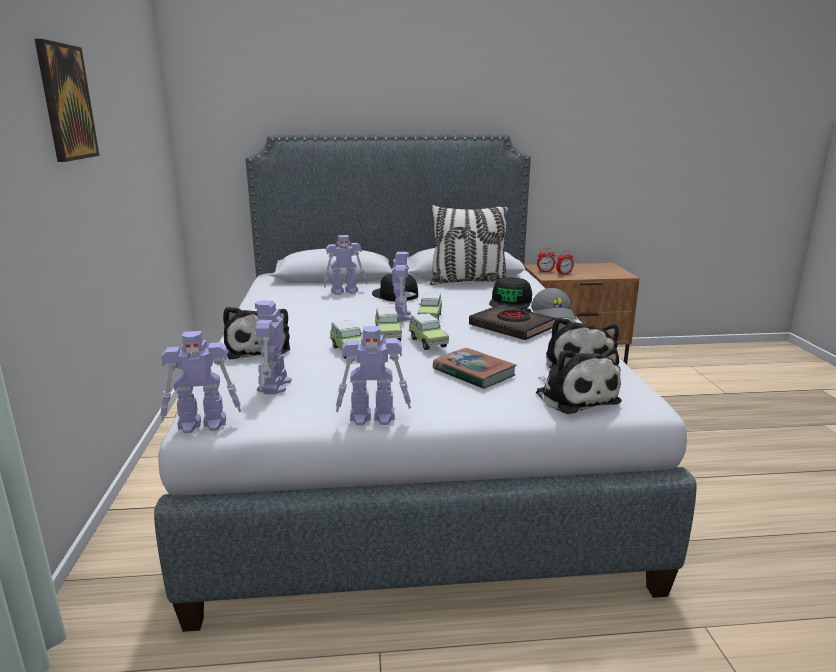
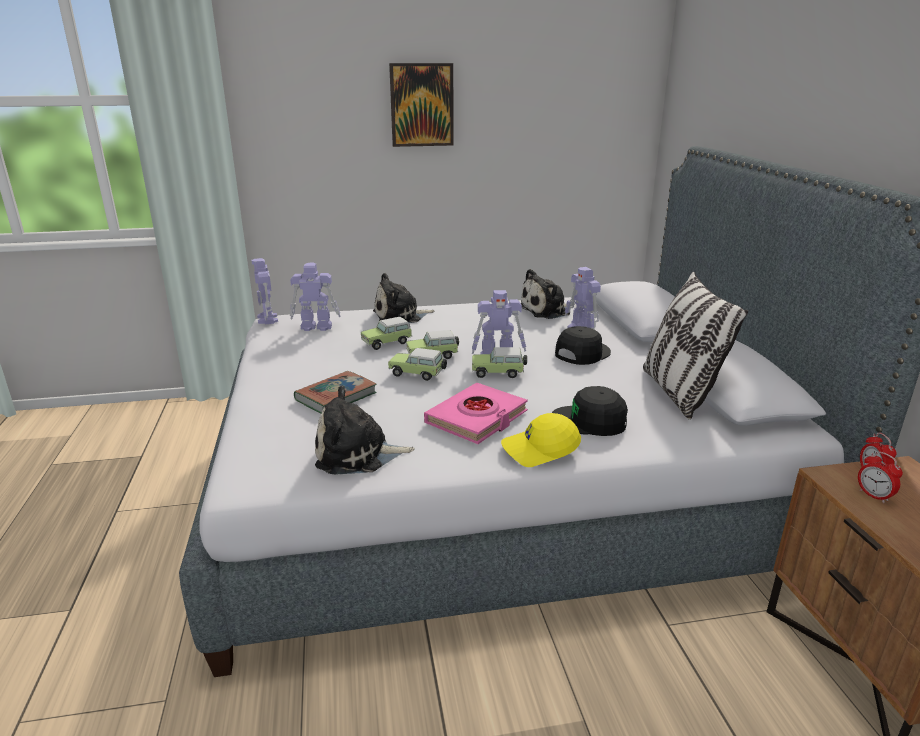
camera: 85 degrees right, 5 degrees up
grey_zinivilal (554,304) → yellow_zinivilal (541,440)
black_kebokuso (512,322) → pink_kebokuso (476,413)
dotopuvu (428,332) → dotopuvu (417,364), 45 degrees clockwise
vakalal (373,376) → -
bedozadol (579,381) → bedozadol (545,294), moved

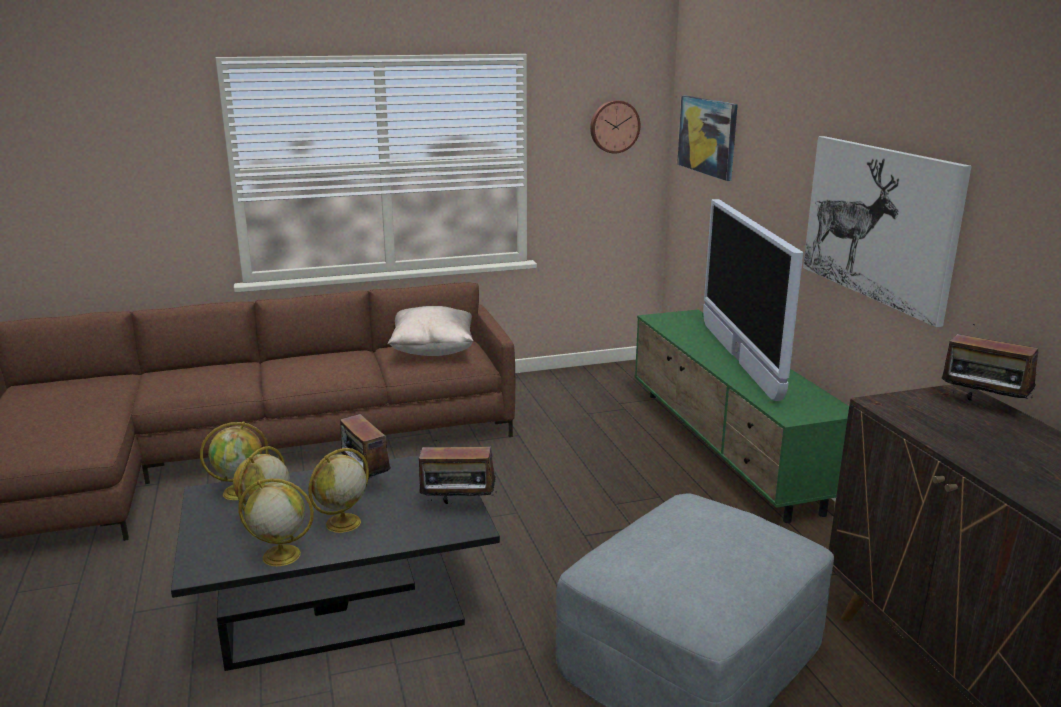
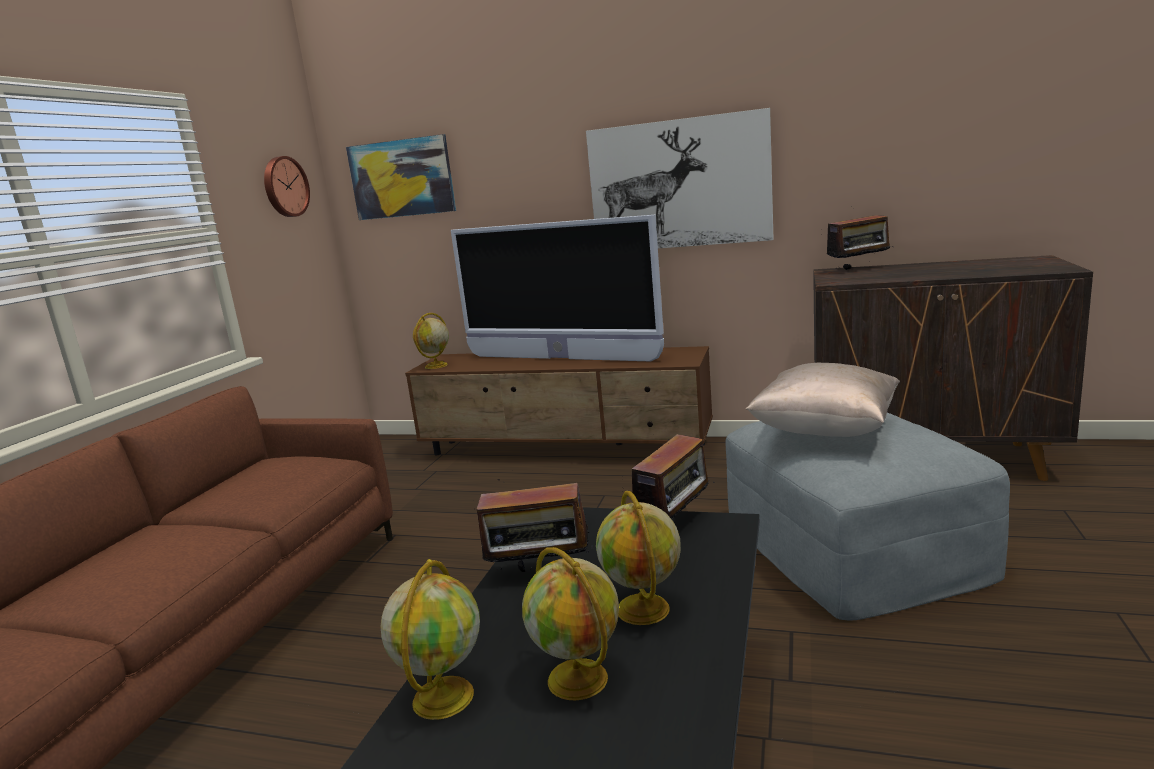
camera: 55 degrees left, 5 degrees down
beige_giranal (430,331) → beige_giranal (823,400), moved
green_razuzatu (742,416) → brown_razuzatu (559,400)
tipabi (276,522) → tipabi (431,341), moved

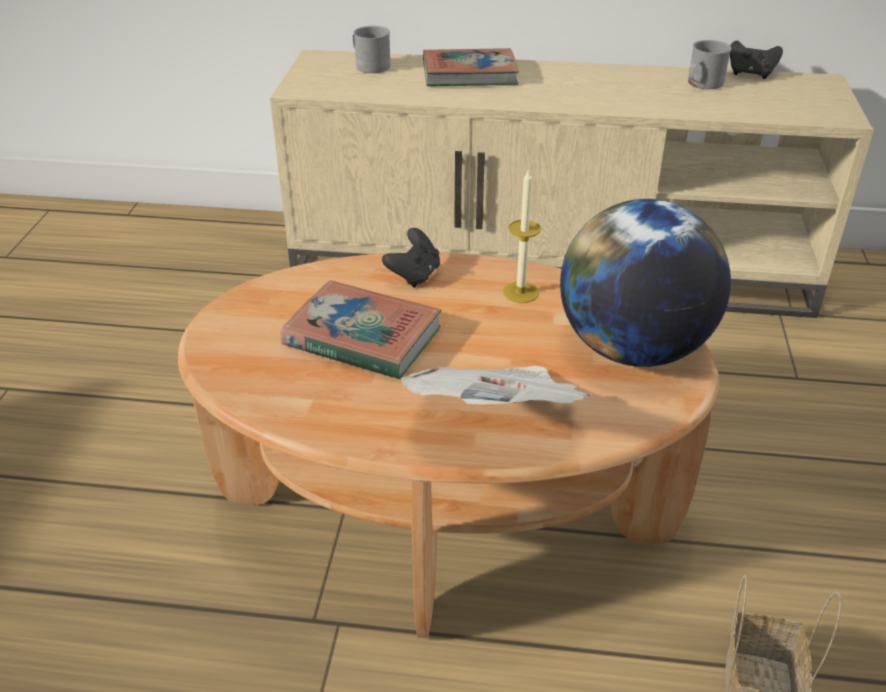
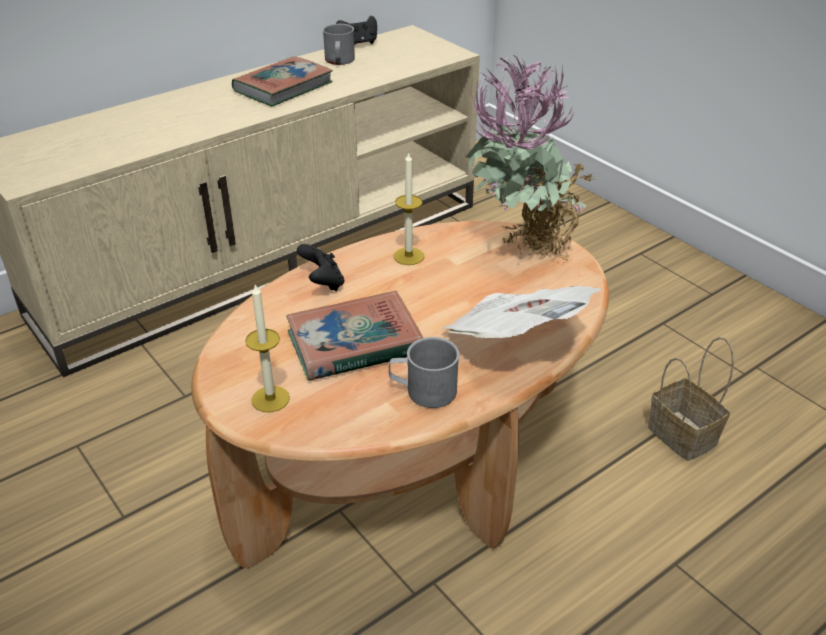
camera: 45 degrees left, 0 degrees up
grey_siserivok (371,49) → grey_siserivok (424,372), moved
kebokuso (471,67) → kebokuso (282,81), moved
tipabi (645,283) → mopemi (530,159)
- → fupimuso (267,348)

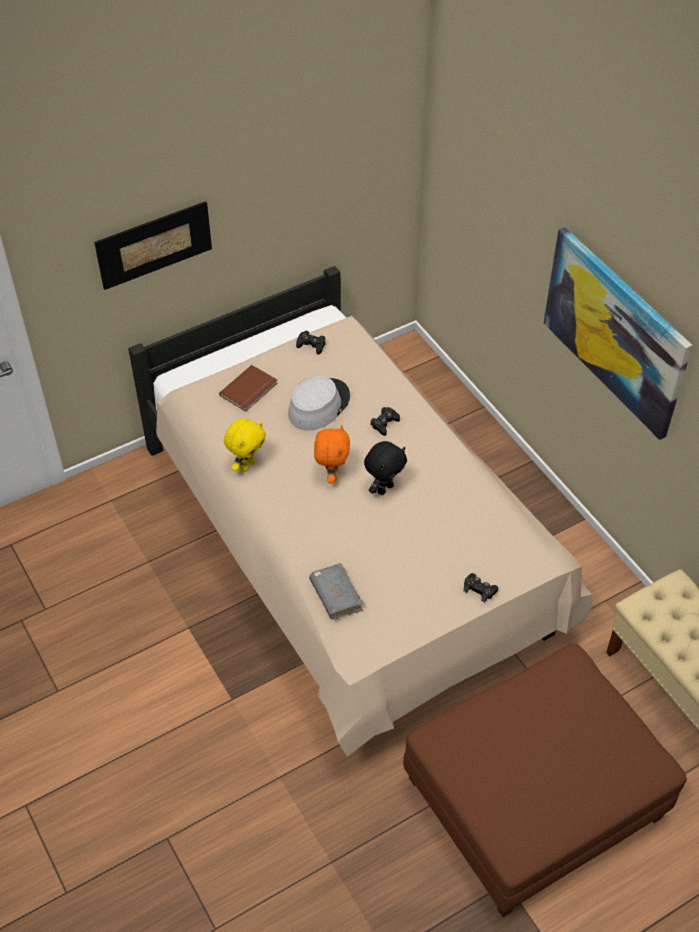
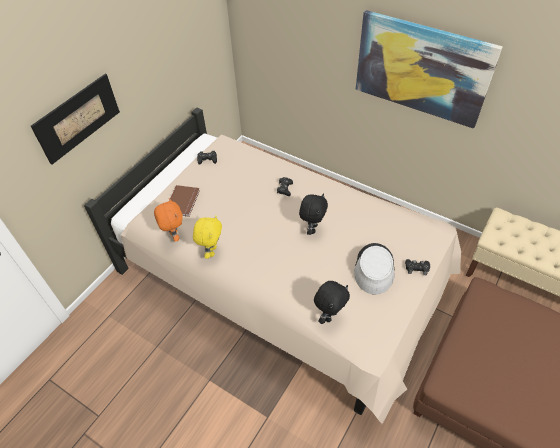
camera: 25 degrees left, 0 degrees up
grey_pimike (319,403) → grey_pimike (374,269), moved
orange_bedozadol (332,454) → orange_bedozadol (168,220), moved
grey_kebokuso (336,591) → black_bedozadol (332,302)

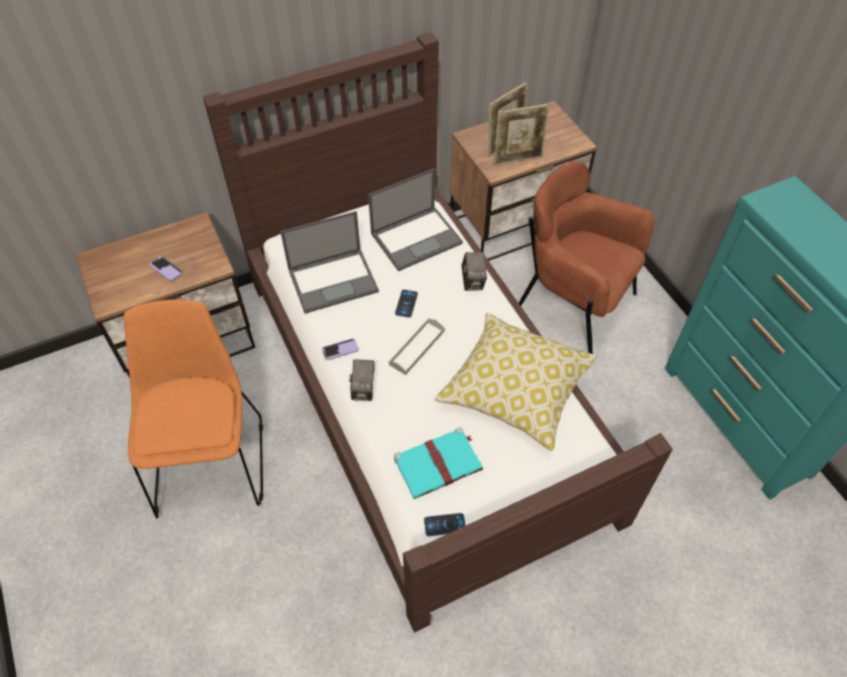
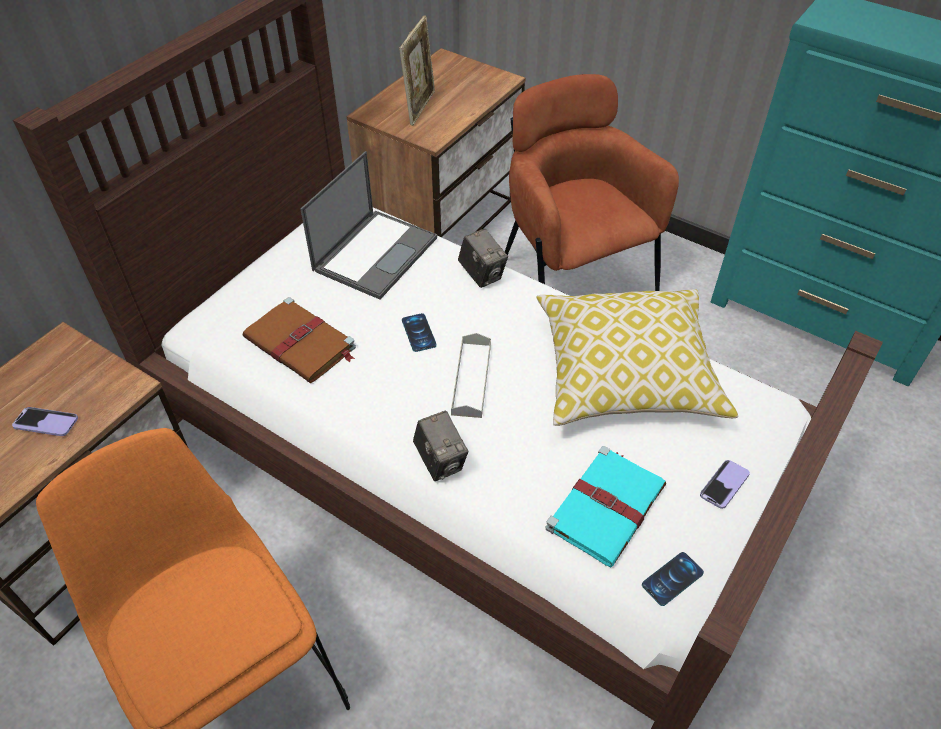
camera: 30 degrees left, 5 degrees down
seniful (522,135) → -
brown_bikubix (587,257) → brown_bikubix (592,182), 60 degrees clockwise
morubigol (329,262) → brown_kebokuso (299,340)
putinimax (340,349) → putinimax (725,484), moved

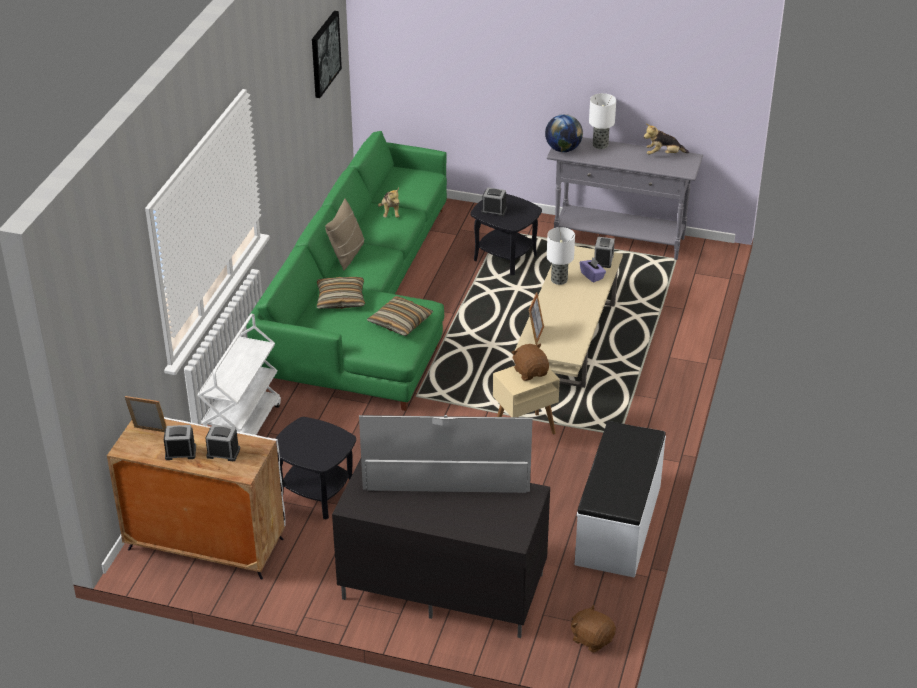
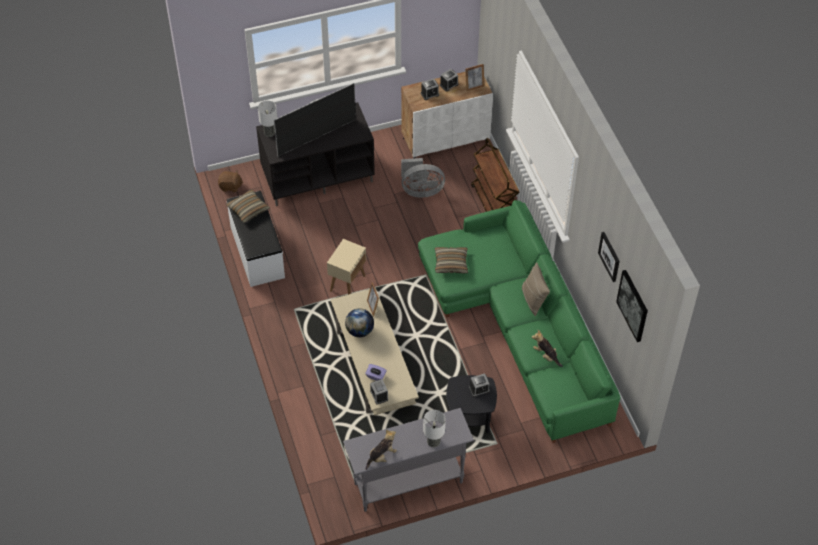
camera: 145 degrees right, 15 degrees up
tipabi (564,133) → tipabi (359,322), moved
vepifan (561,256) → vepifan (268,119), moved
giranal (341,293) → giranal (248,206), moved
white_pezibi (239,374) → brown_pezibi (495,175)
brown_bedozadol (530,362) → -
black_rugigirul (315,468) → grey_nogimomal (423,178)
- → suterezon (608,257)

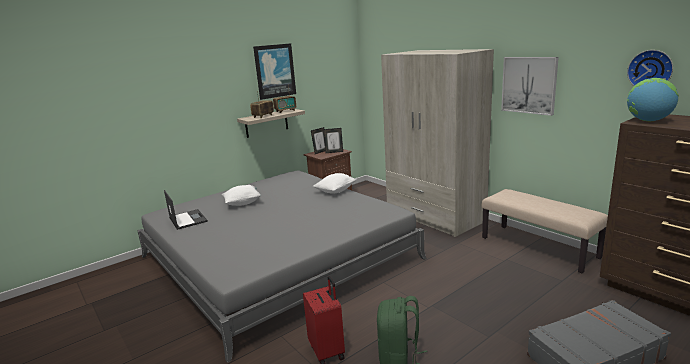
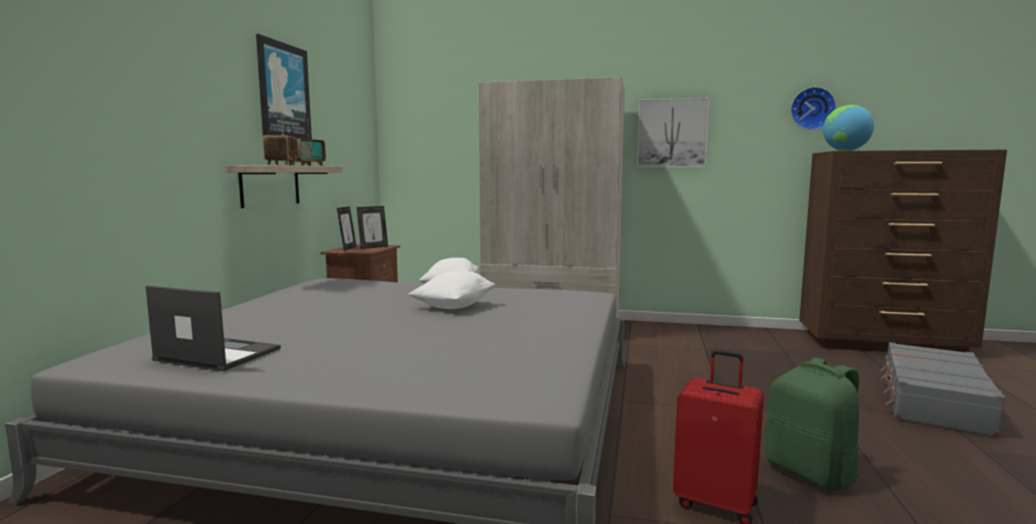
camera: 40 degrees left, 10 degrees down
white_giranal (241,195) → white_giranal (452,290), moved
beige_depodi (545,231) → -

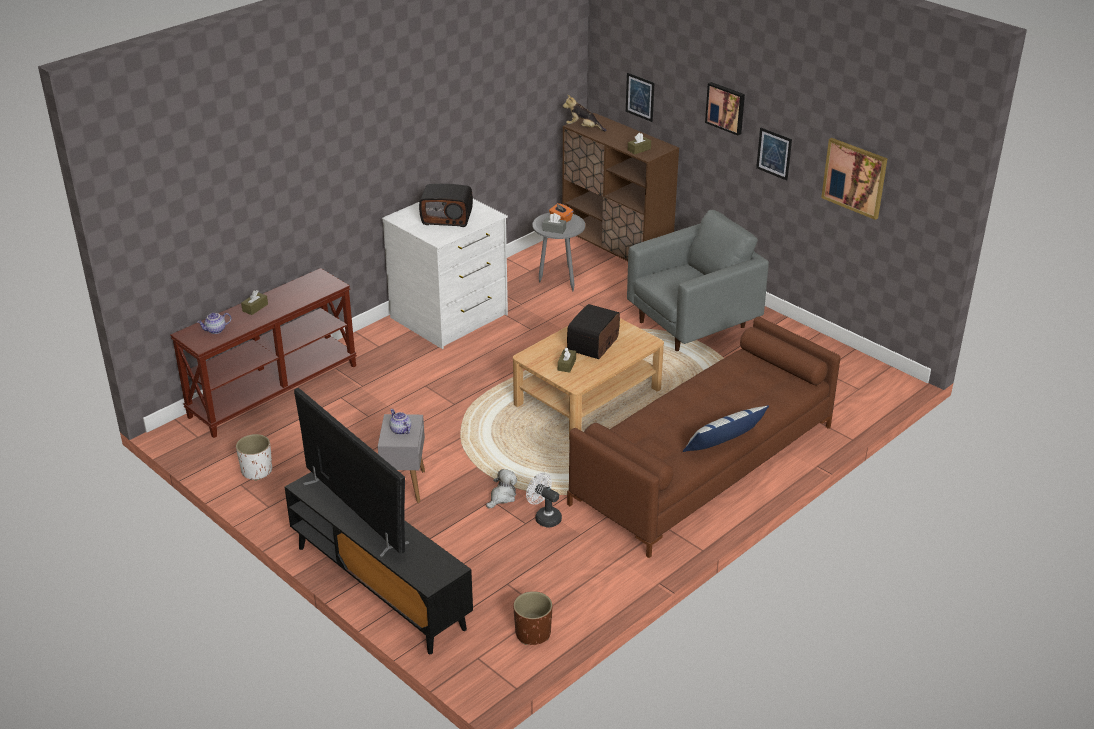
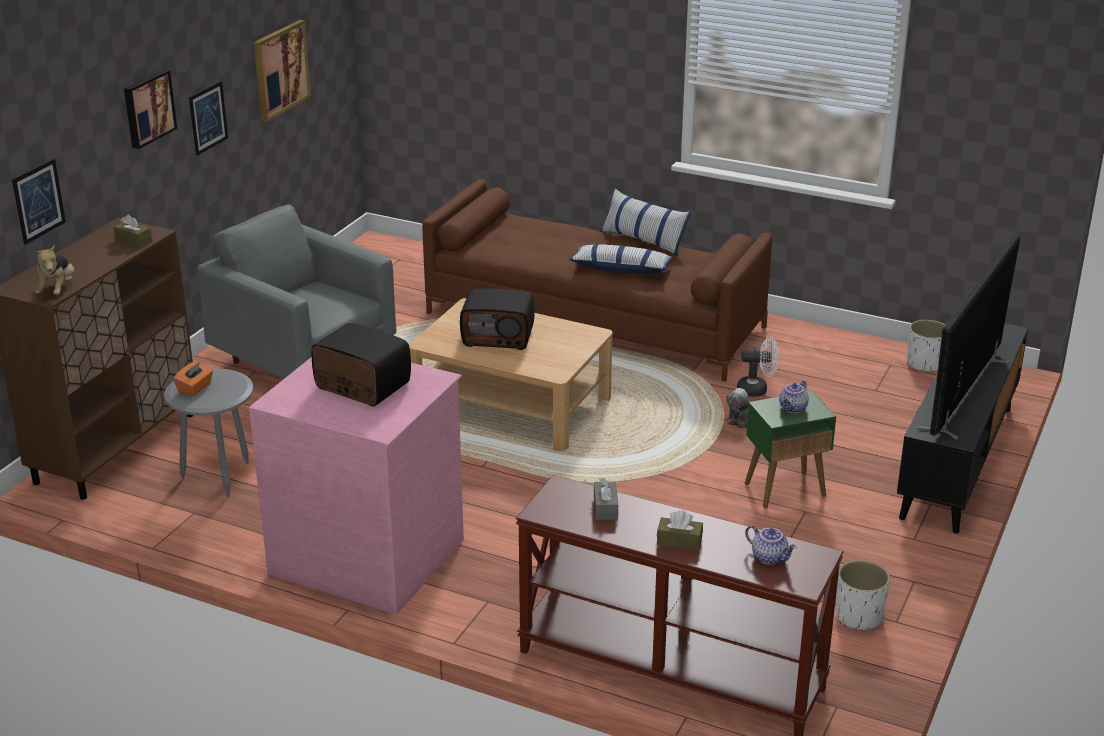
camera: 110 degrees left, 5 degrees down
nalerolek (446,205) → nalerolek (361,364), 45 degrees counterclockwise
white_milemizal (445,274) → pink_milemizal (356,485)
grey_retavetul (554,223) → grey_retavetul (606,499), moved
brown_retavetul (567,360) → -
grey_rugigirul (401,458) → green_rugigirul (790,449)
white_nogimomal (544,499) → white_nogimomal (758,367), 105 degrees counterclockwise
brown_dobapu (532,618) → white_dobapu (926,346)
- → giranal (621,259)

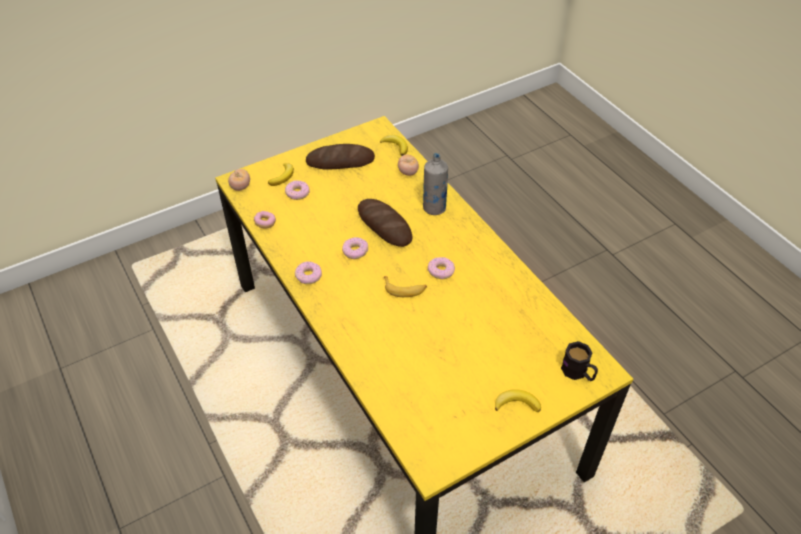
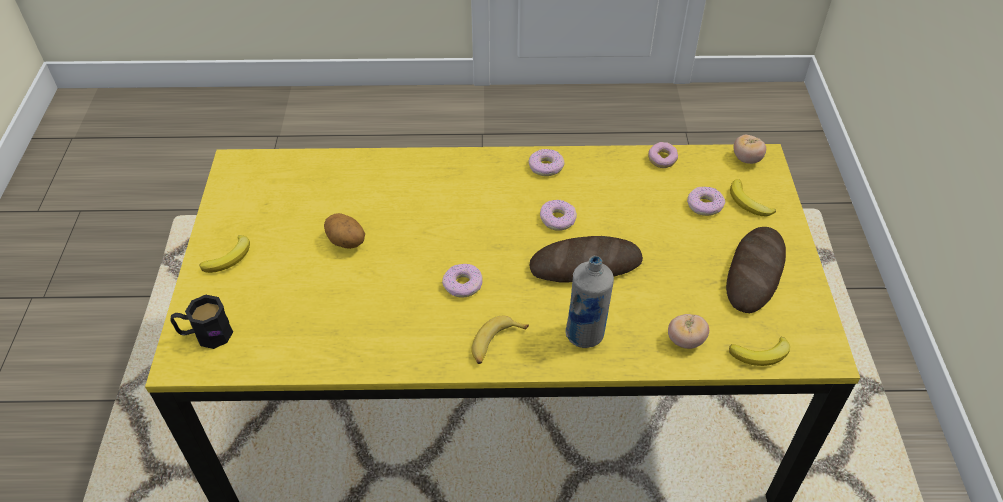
camera: 120 degrees right, 0 degrees up
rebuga (405,286) → rebuga (500,340), moved
- → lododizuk (344,231)

